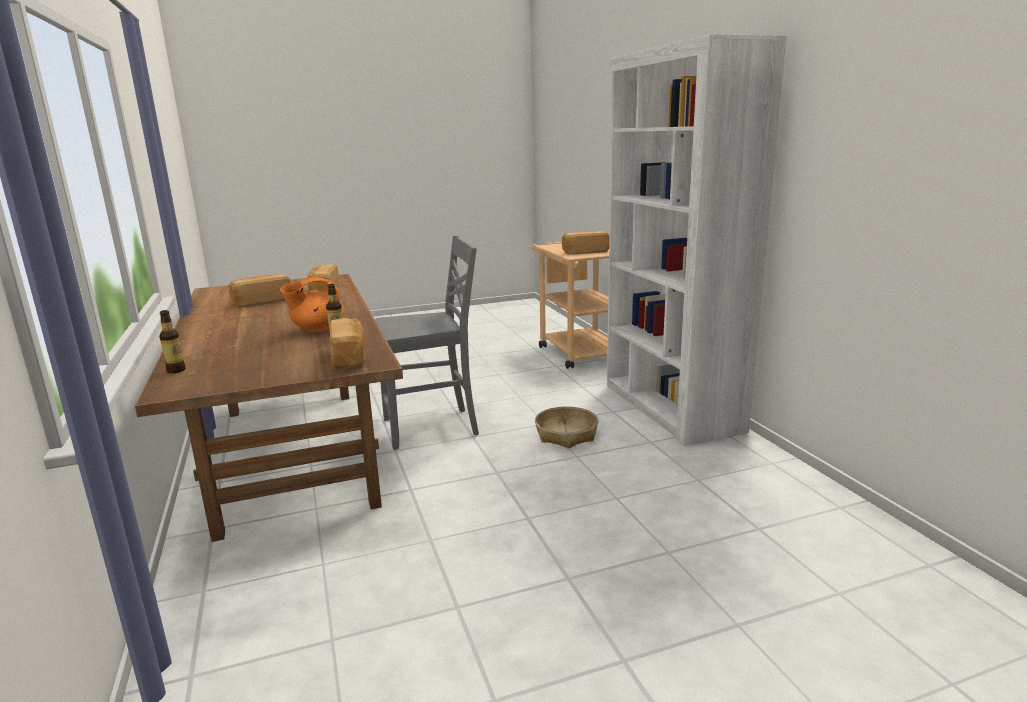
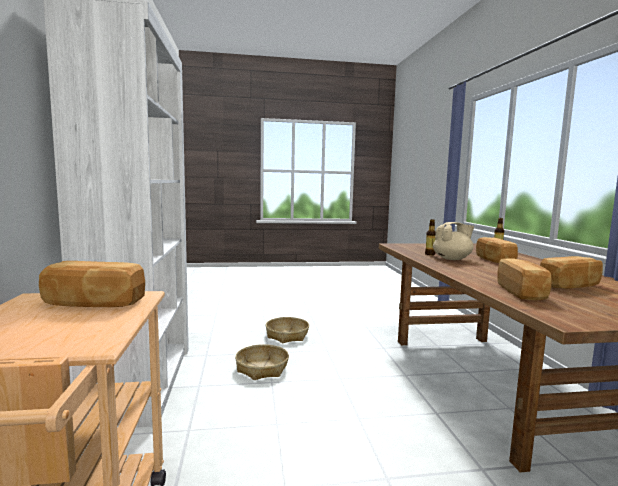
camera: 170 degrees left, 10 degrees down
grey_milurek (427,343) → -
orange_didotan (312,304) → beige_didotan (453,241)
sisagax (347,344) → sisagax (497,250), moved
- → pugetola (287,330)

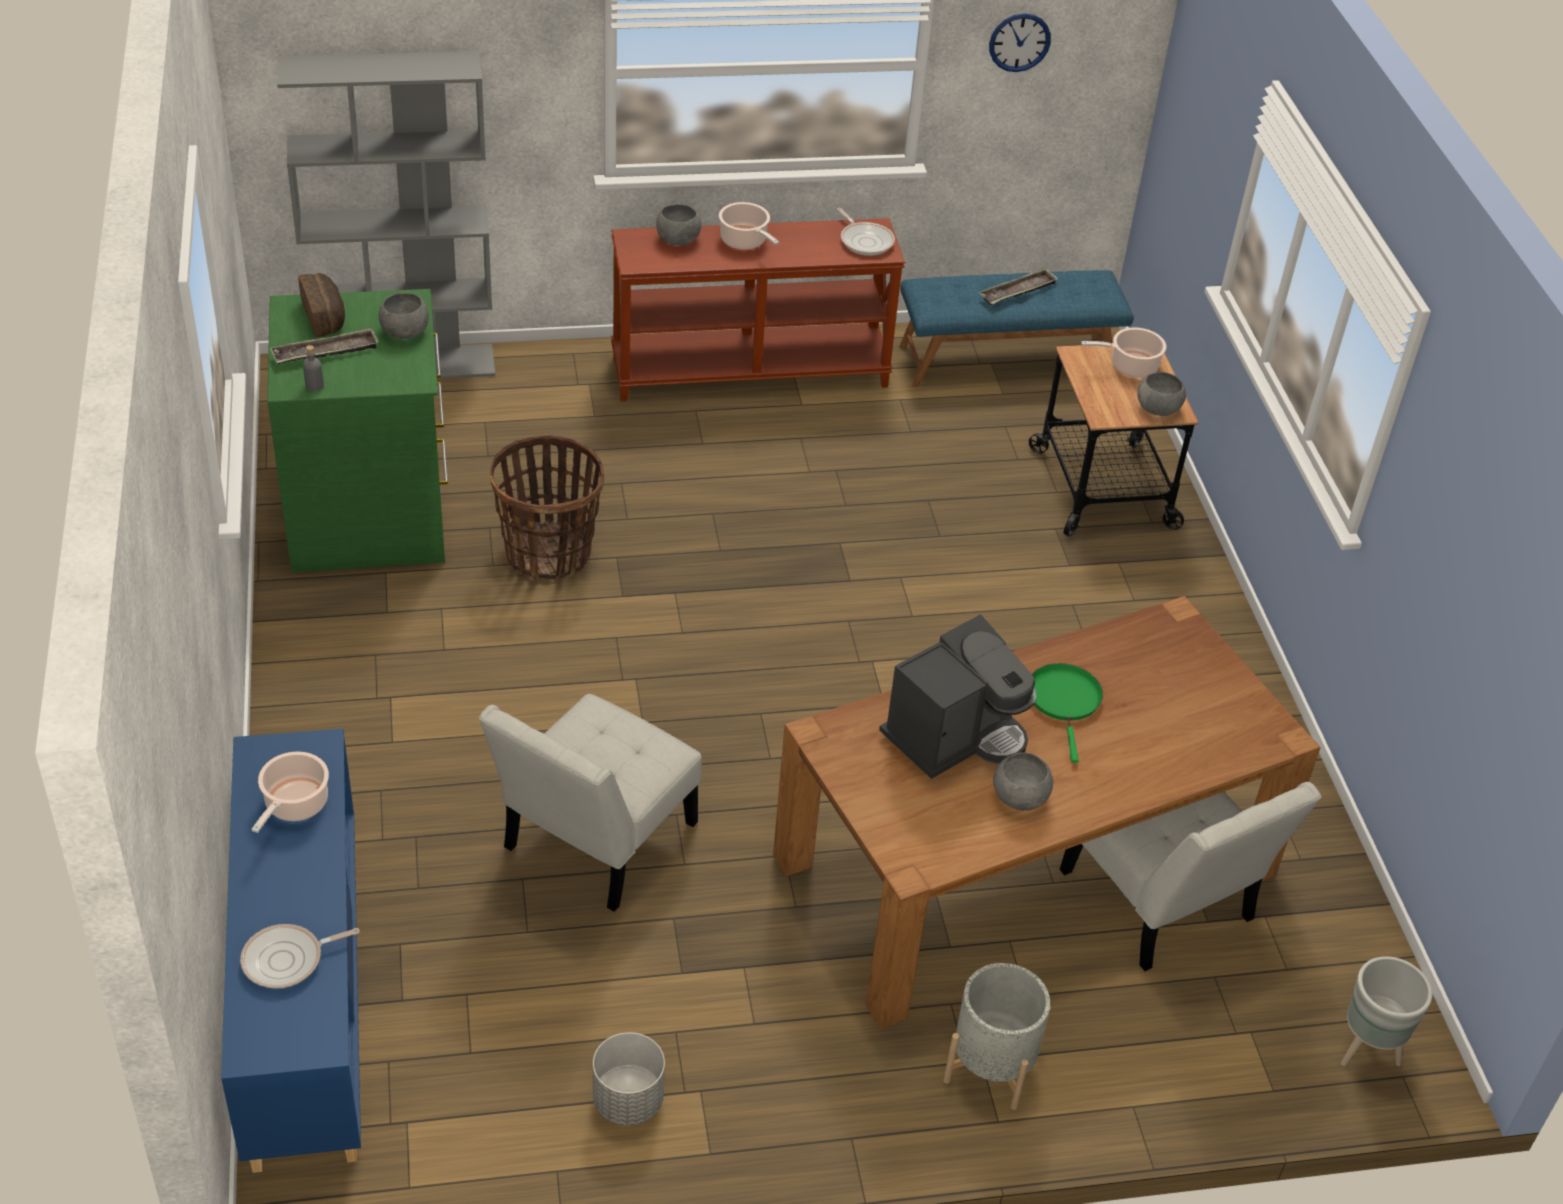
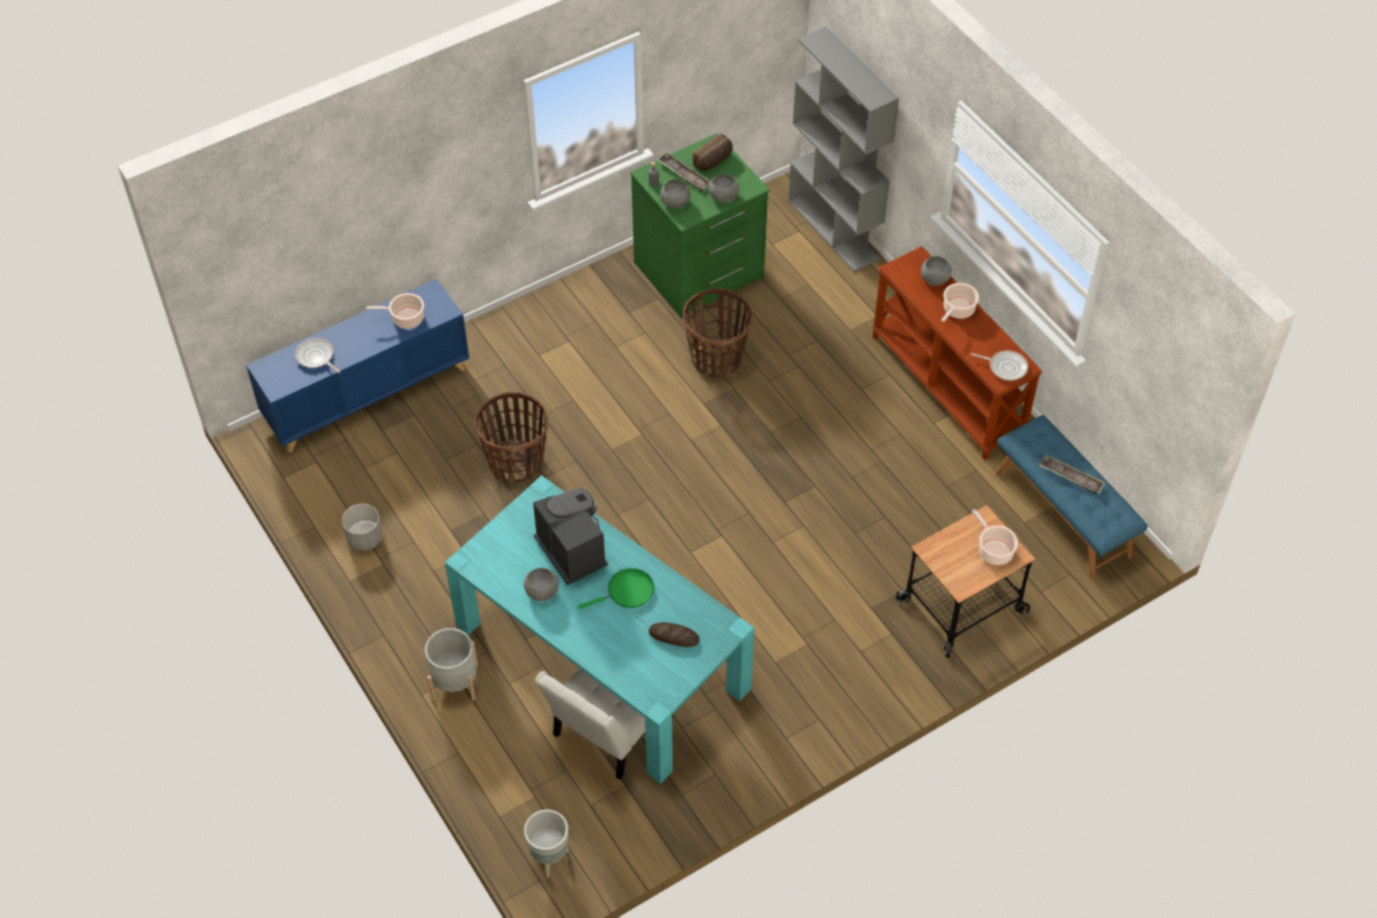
camera: 70 degrees right, 10 degrees up
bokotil (1020,42) → -
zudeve (866,232) → zudeve (999,365), 105 degrees counterclockwise
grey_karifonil (1161,394) → grey_karifonil (675,193), moved
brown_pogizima (1047,812) → turquoise_pogizima (599,629)
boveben (957,697) → boveben (570,537), 150 degrees counterclockwise
white_milurek (590,803) → pugetola (511,437)
- → sisagax (674,634)

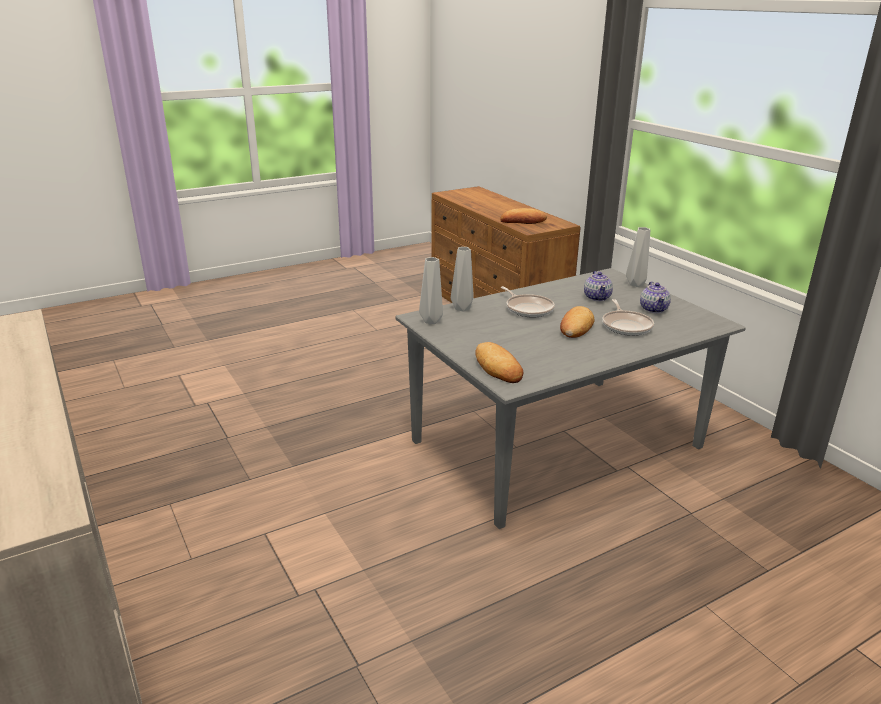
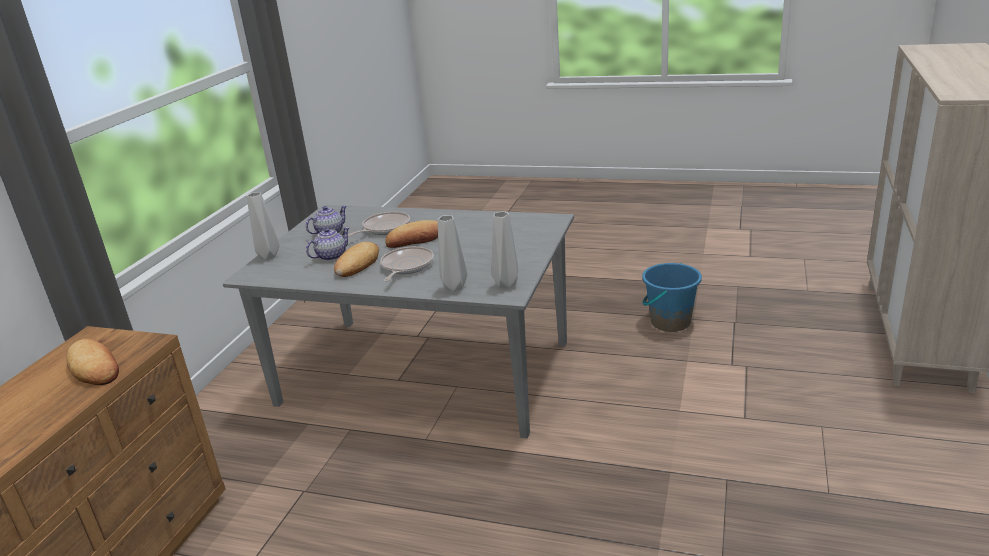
camera: 130 degrees left, 0 degrees up
sisagax (499,362) → sisagax (356,259), moved
- → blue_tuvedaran (672,297)

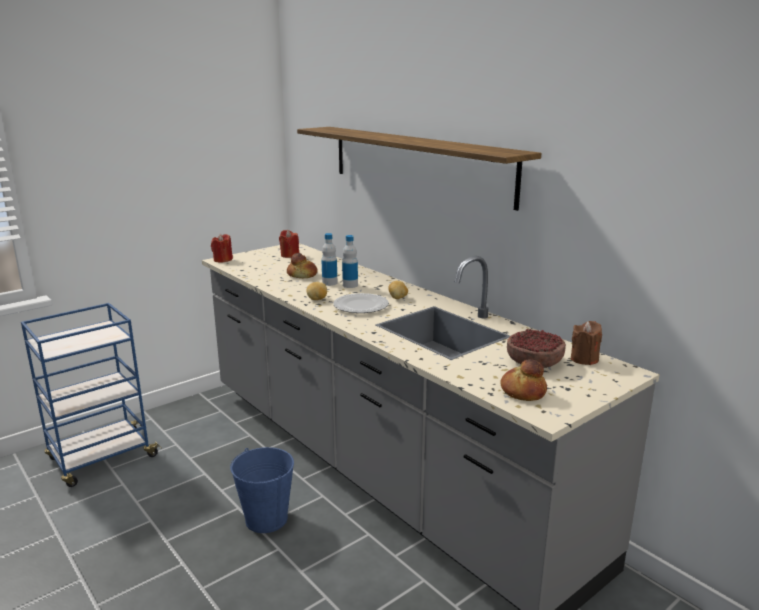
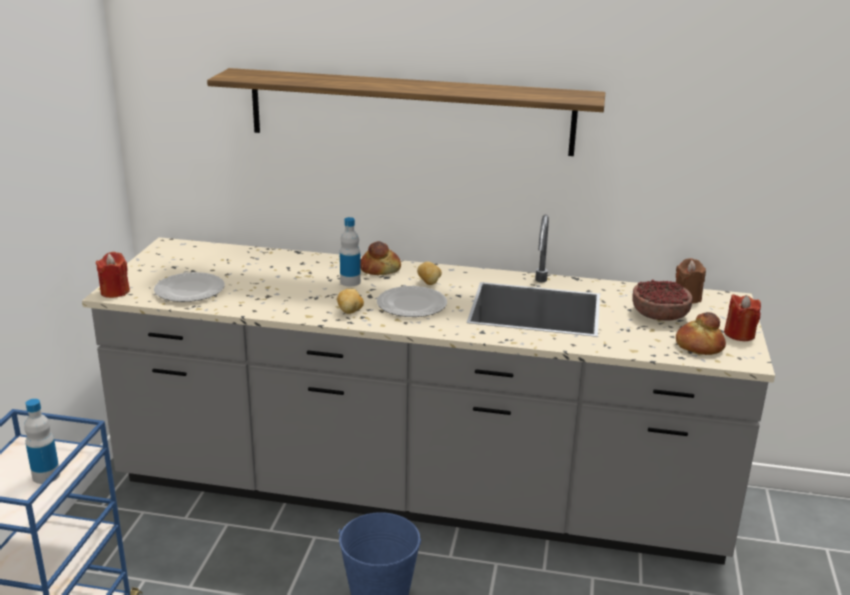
camera: 40 degrees left, 5 degrees up
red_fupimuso (289,244) → red_fupimuso (742,317), moved
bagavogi (329,259) → bagavogi (42,441), moved
sisagax (302,265) → sisagax (380,258), moved
- → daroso (189,287)

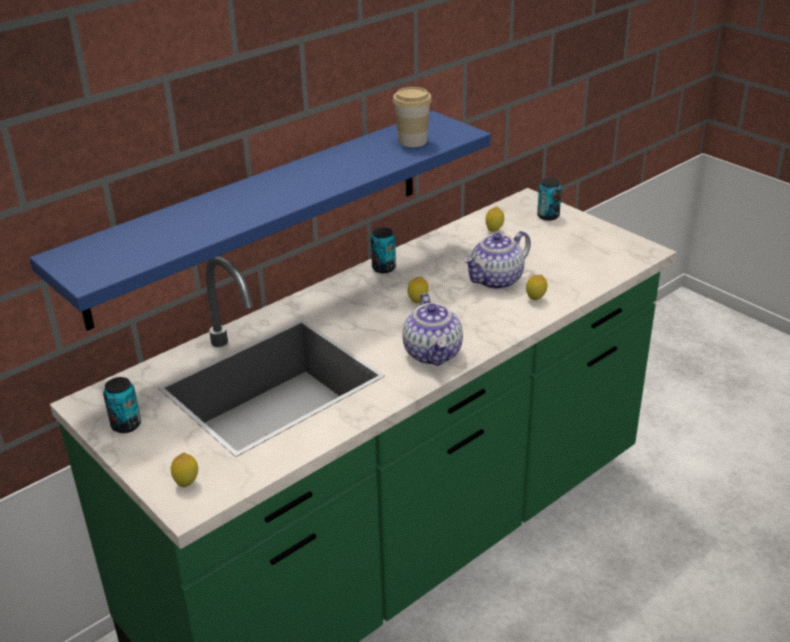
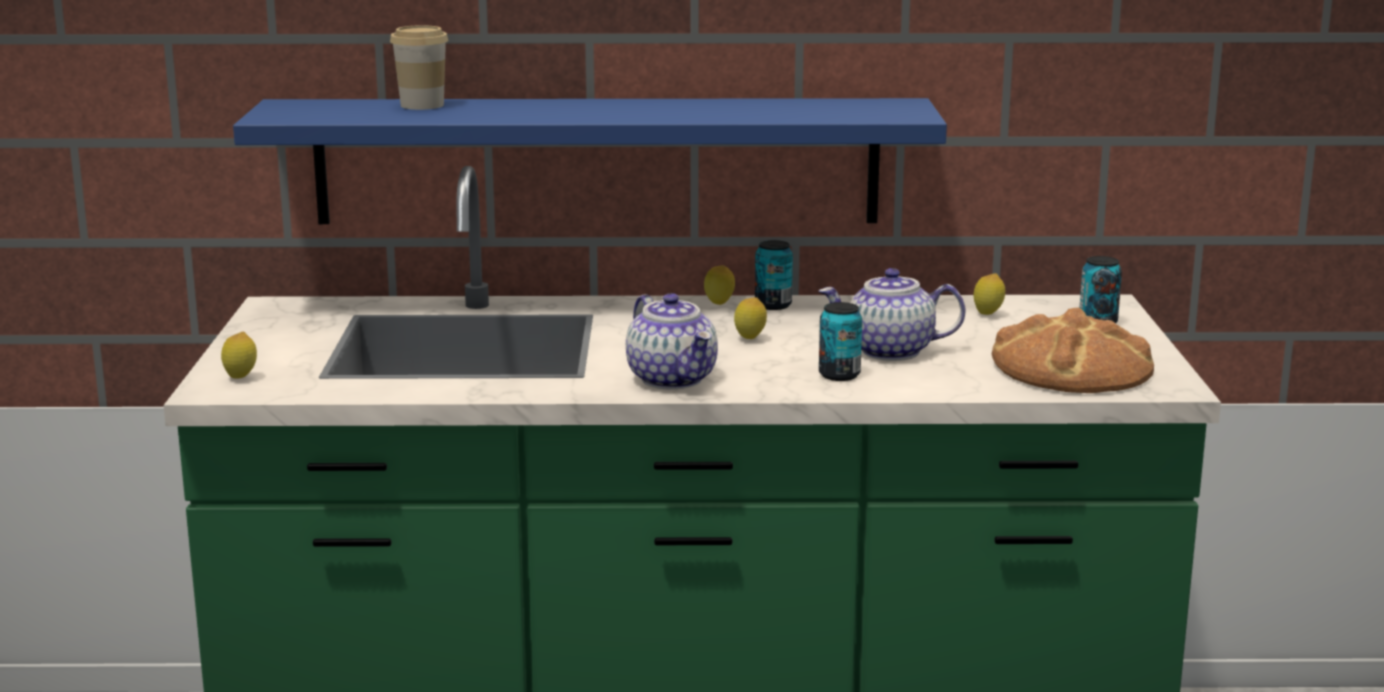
camera: 40 degrees right, 15 degrees down
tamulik (412,117) → tamulik (419,67), moved
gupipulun (536,287) → gupipulun (719,285), moved
didotan (432,329) → didotan (672,341), 60 degrees counterclockwise
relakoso (122,405) → relakoso (840,341), moved
- → sisagax (1073,350)

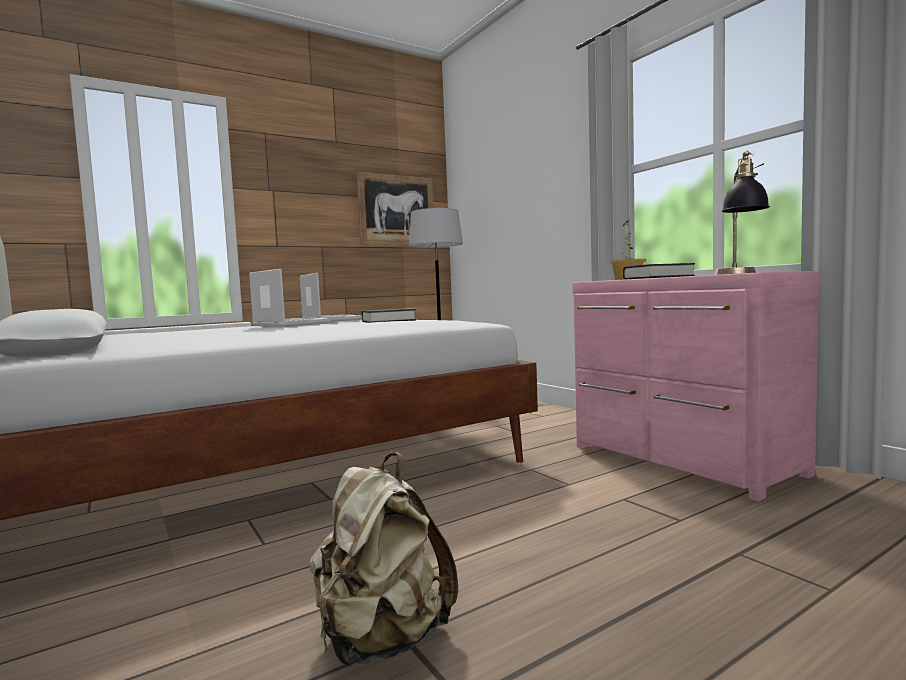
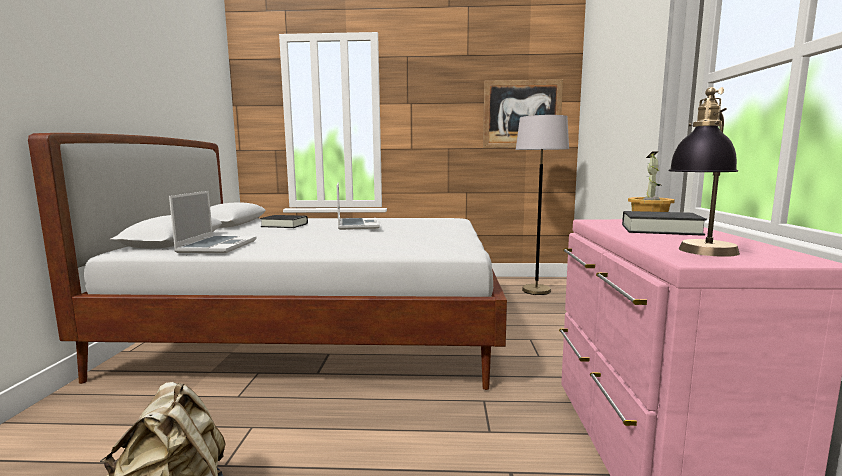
camera: 35 degrees right, 5 degrees up
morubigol (331,297) → morubigol (212,222), moved
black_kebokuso (389,315) → black_kebokuso (284,221), moved

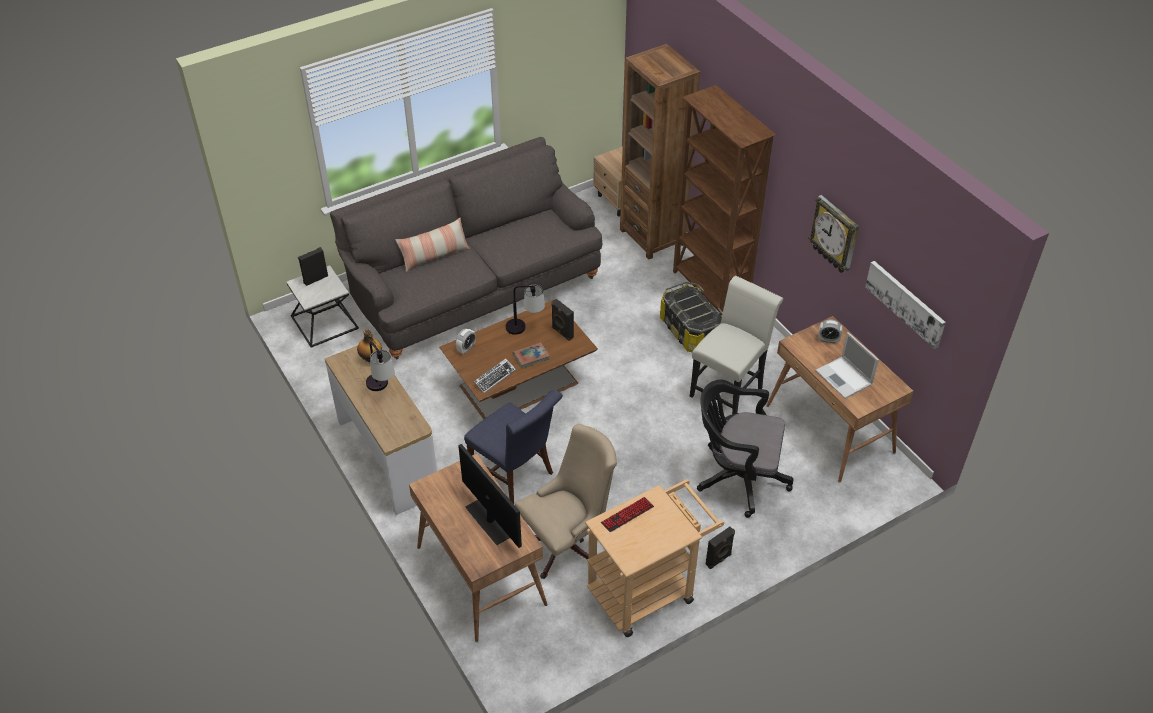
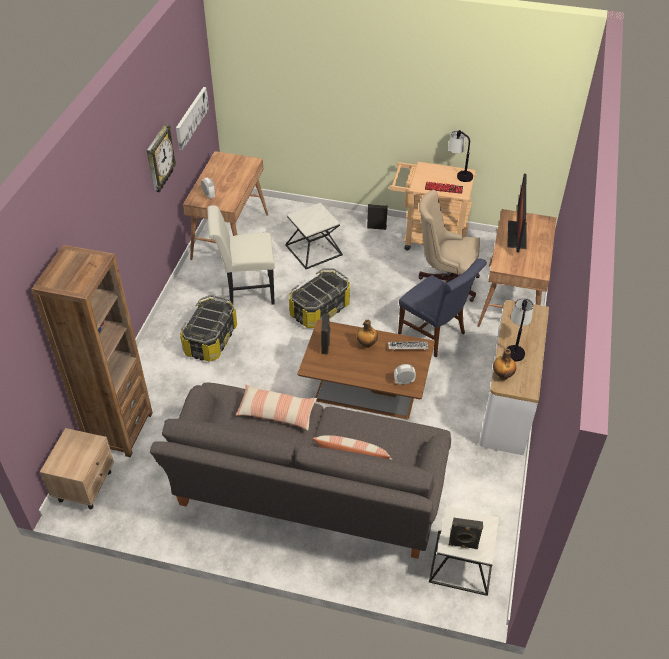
camera: 135 degrees left, 0 degrees up
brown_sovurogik (724,200) → -
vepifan (525,310) → vepifan (460,156), moved
morubigol (847,365) → -
kebokuso (531,355) → bagavogi (367,333)
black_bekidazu (745,449) → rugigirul (314,236)
blue_milurek (513,447) → blue_milurek (442,308), 135 degrees clockwise
- → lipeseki (319,298)
- → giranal (276,408)

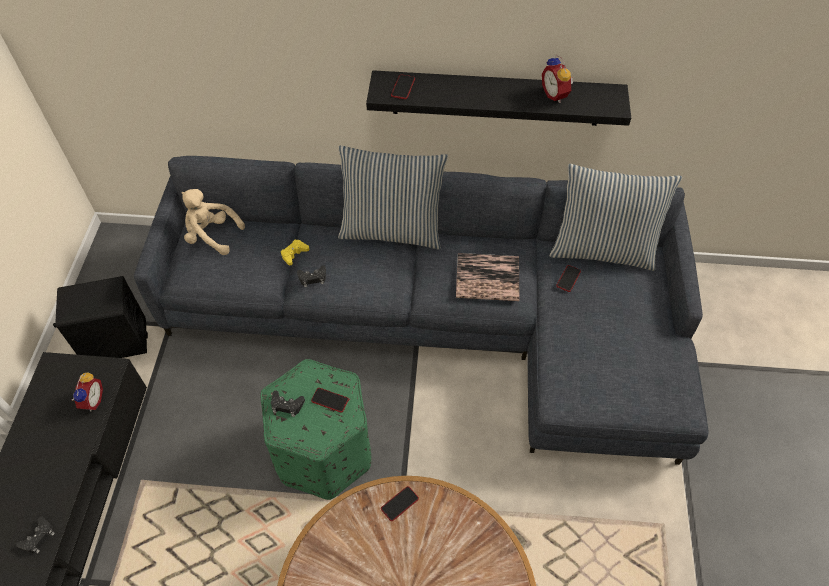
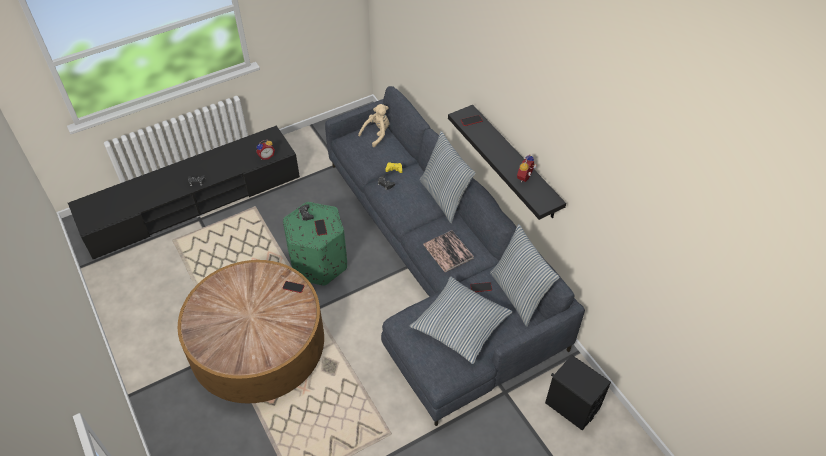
camera: 55 degrees right, 5 degrees down
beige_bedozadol (213,222) → beige_bedozadol (373,125), 60 degrees clockwise
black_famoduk (100,317) → black_famoduk (578,392), moved
- → giranal (461,320)

